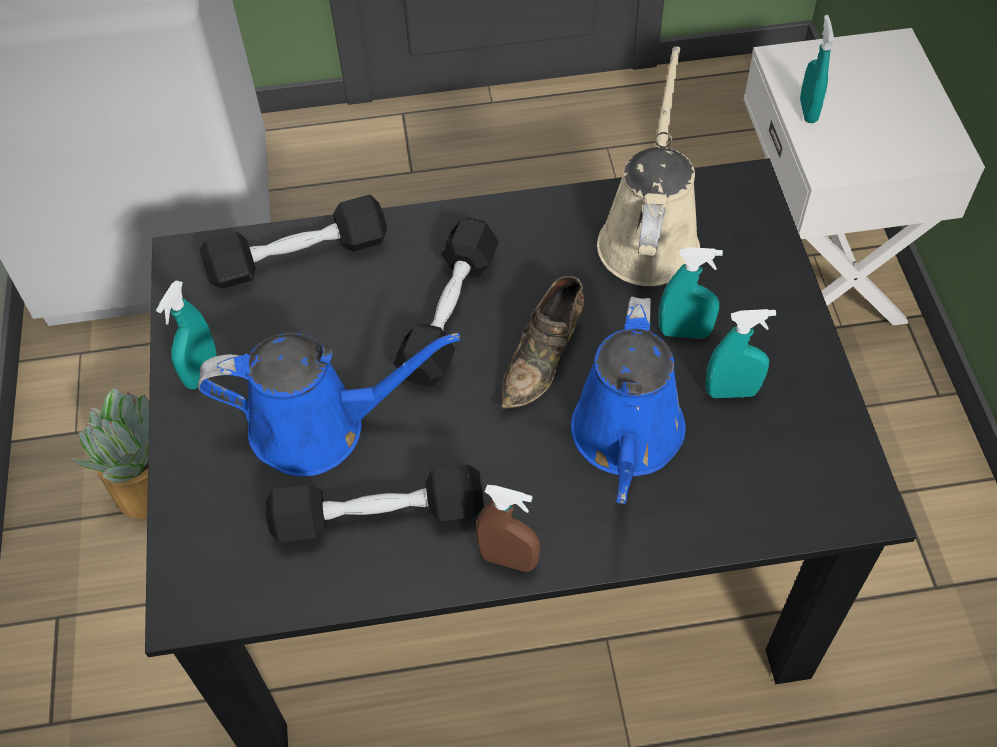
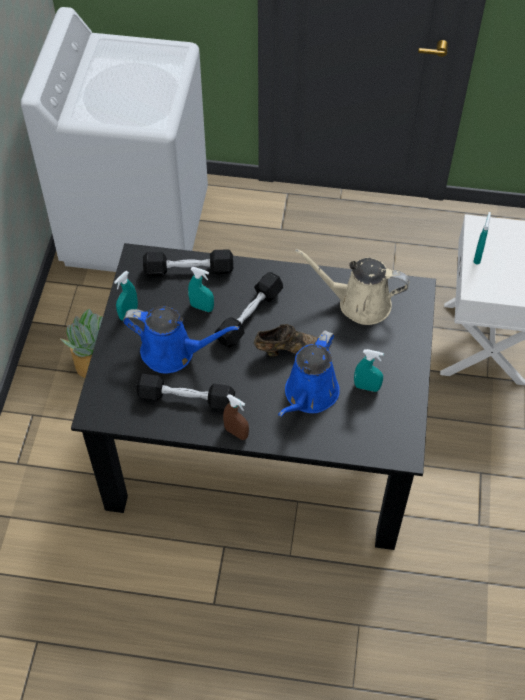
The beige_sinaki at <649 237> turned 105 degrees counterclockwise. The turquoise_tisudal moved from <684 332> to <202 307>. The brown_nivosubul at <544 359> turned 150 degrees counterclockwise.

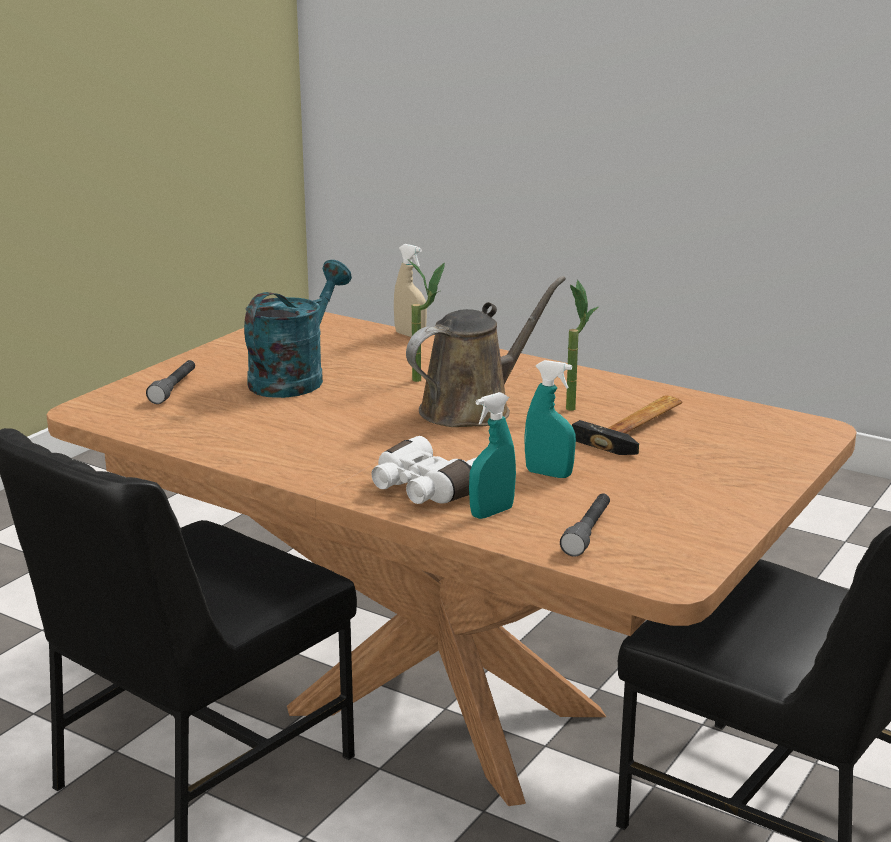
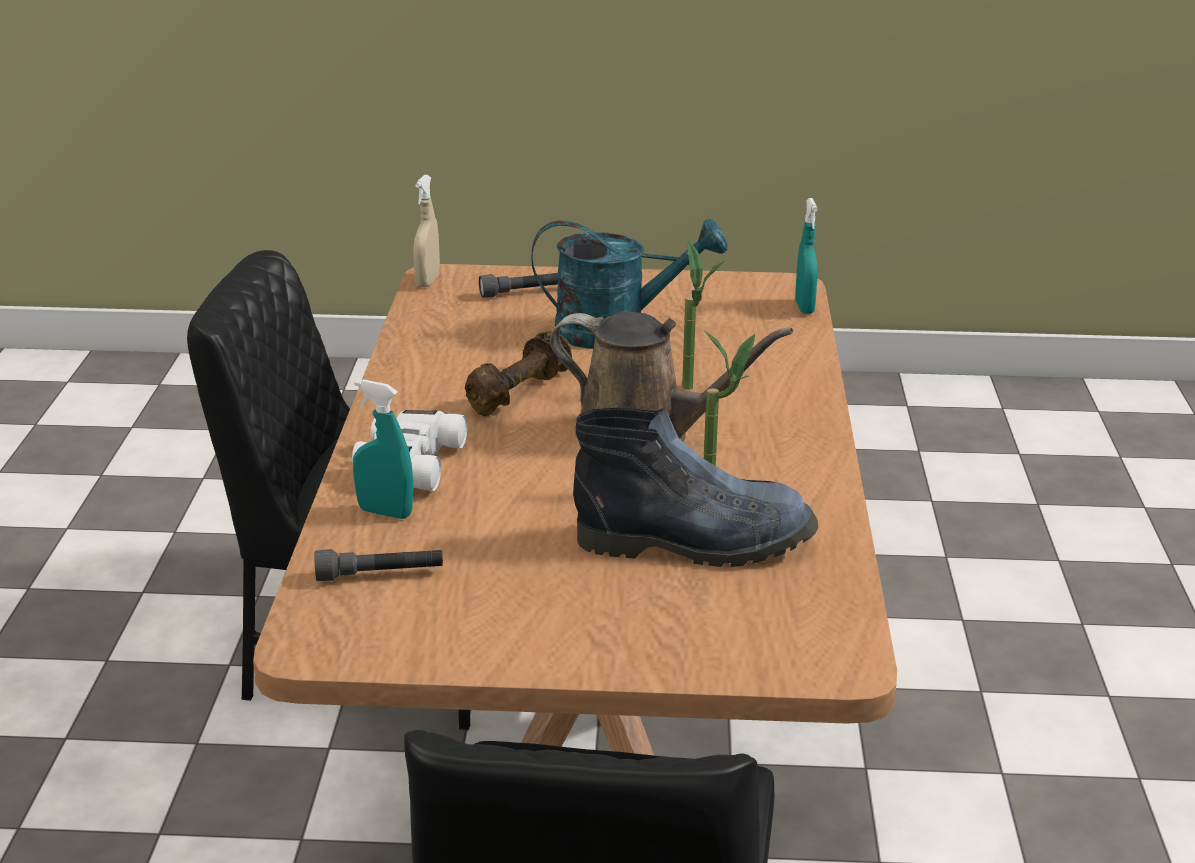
The beige_tisudal moved from <410 335> to <427 281>. The turquoise_tisudal moved from <548 474> to <804 307>. The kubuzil at <639 428> was replaced by the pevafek at <699 542>. The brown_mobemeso at <518 392> appeared.

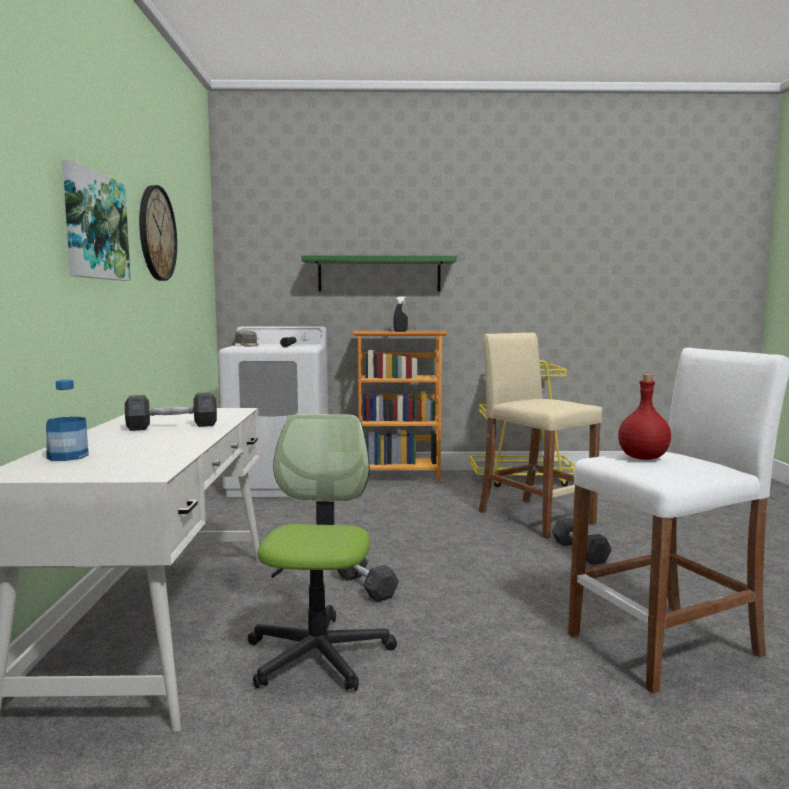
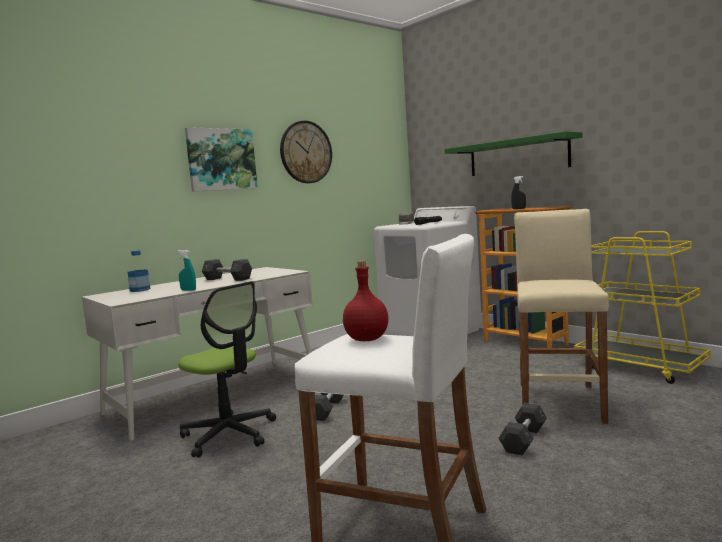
The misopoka at <318 655> turned 75 degrees clockwise. The turquoise_tisudal at <188 290> appeared.

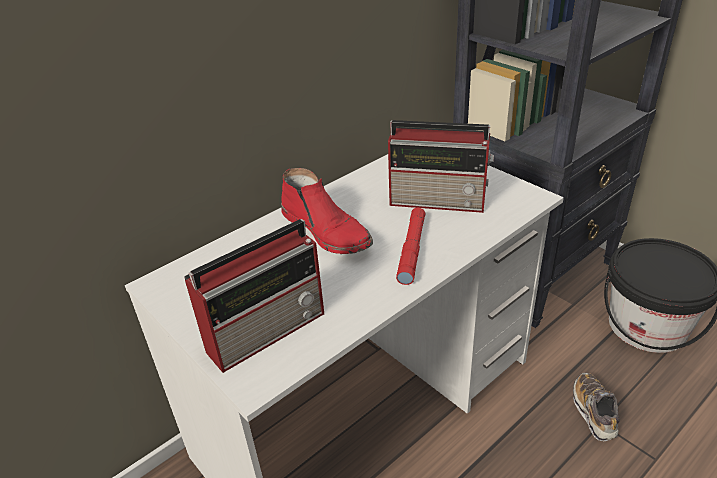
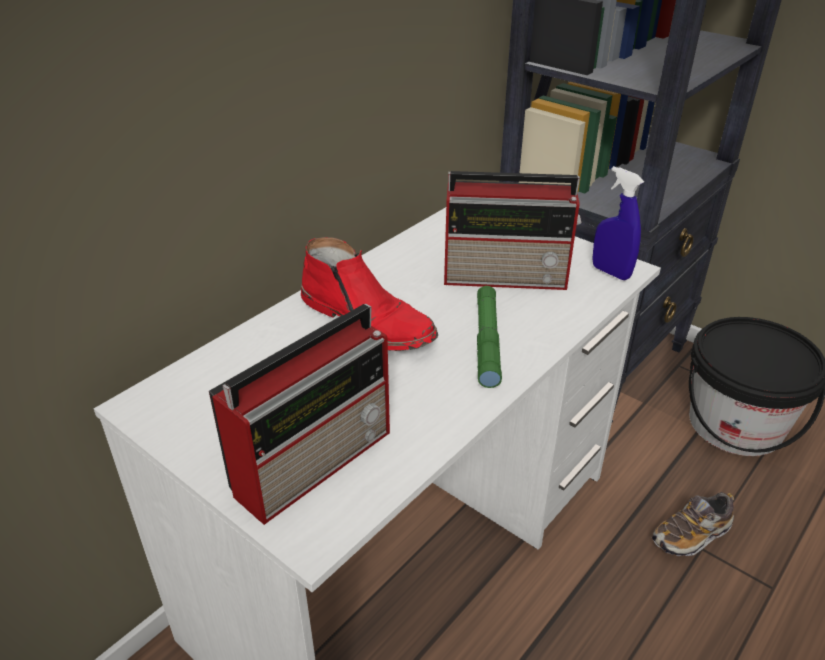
The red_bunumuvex at <412 250> became the green_bunumuvex at <487 341>. The nivosubul at <593 412> turned 105 degrees counterclockwise. The blue_tisudal at <610 272> appeared.

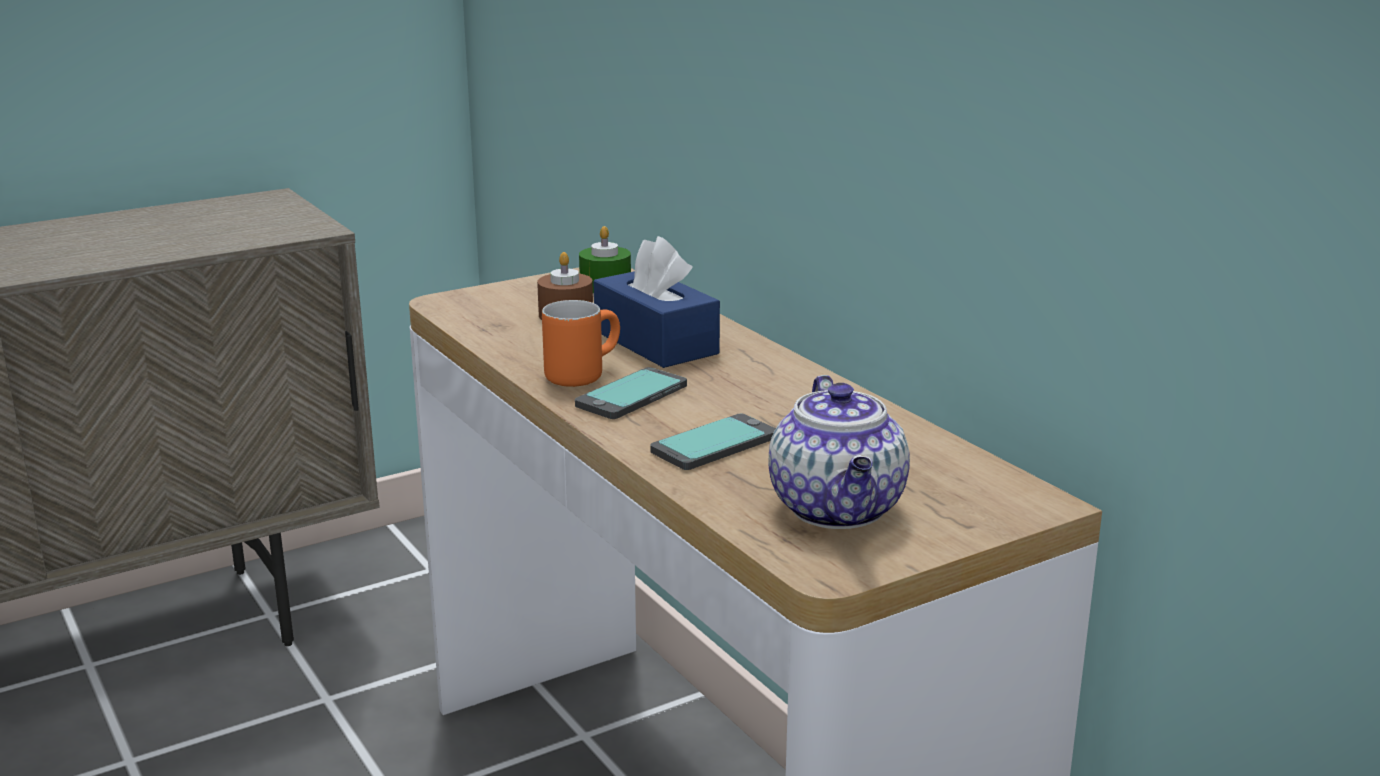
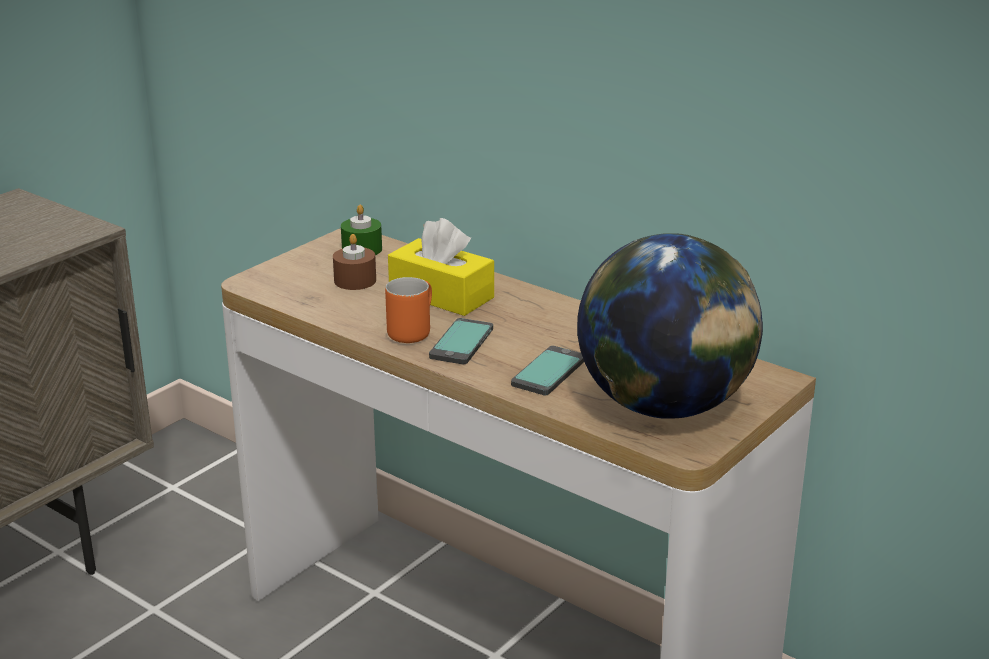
The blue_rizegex at <655 342> became the yellow_rizegex at <441 295>. The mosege at <839 510> was replaced by the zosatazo at <664 407>.

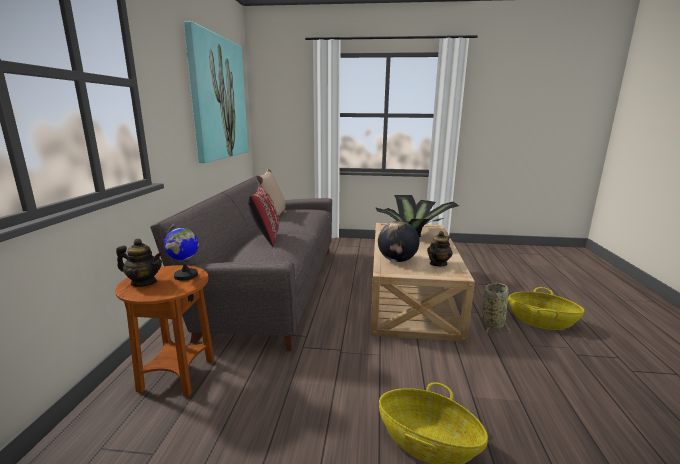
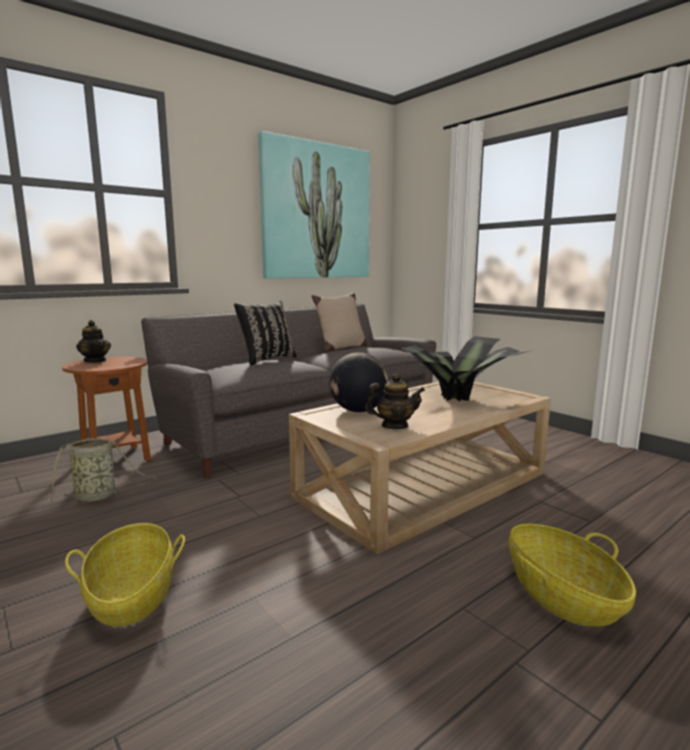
The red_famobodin at <265 238> became the black_famobodin at <266 359>. The zosatazo at <186 276> disappeared. The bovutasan moved from <492 323> to <99 496>.

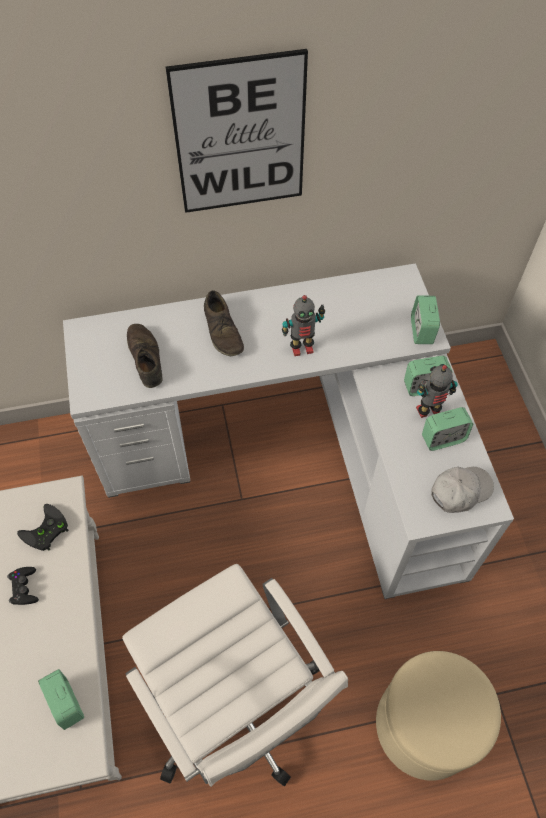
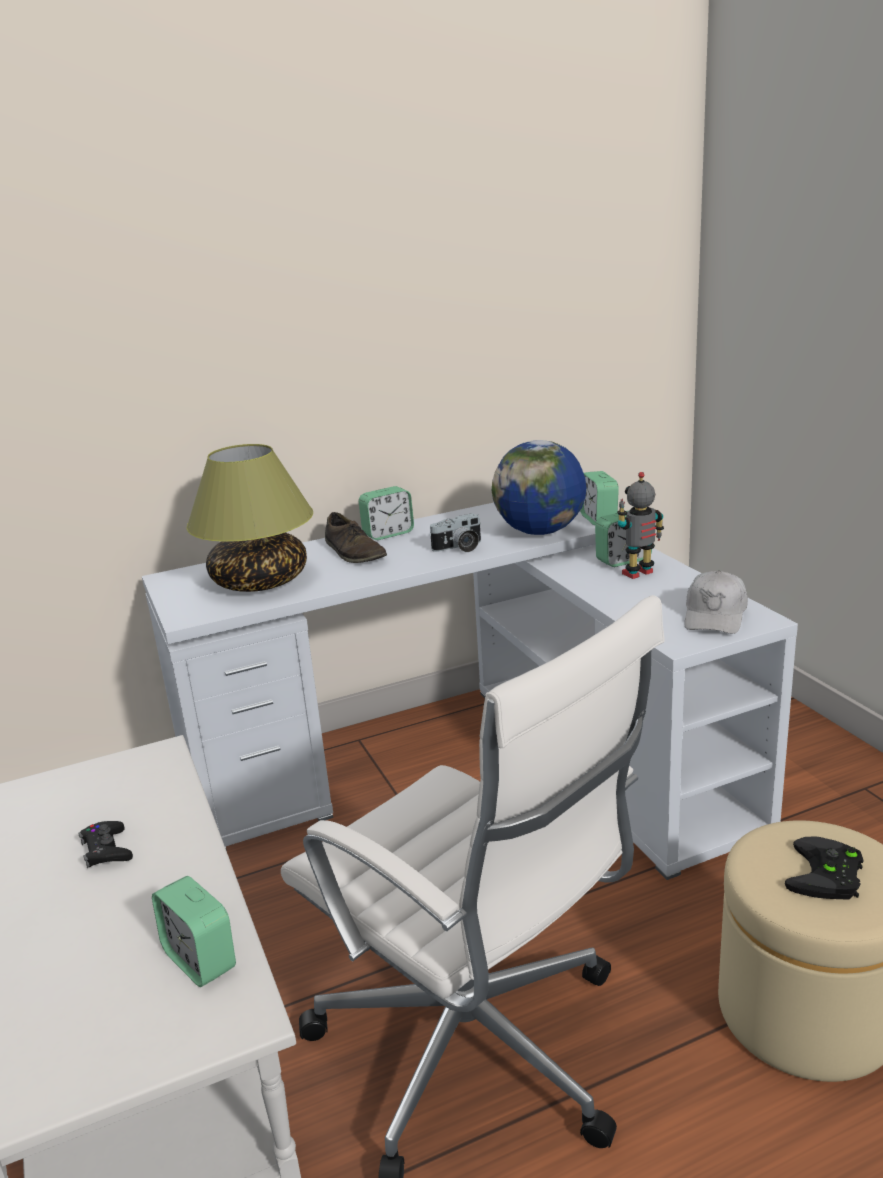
The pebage at <240 136> disappeared. The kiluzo at <301 348> was replaced by the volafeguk at <459 548>. The brown_nivosubul at <145 358> was replaced by the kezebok at <260 582>. The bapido moved from <443 438> to <388 534>. The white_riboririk at <460 491> turned 150 degrees clockwise. The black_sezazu moved from <45 532> to <827 876>. The zosatazo at <540 532> appeared.

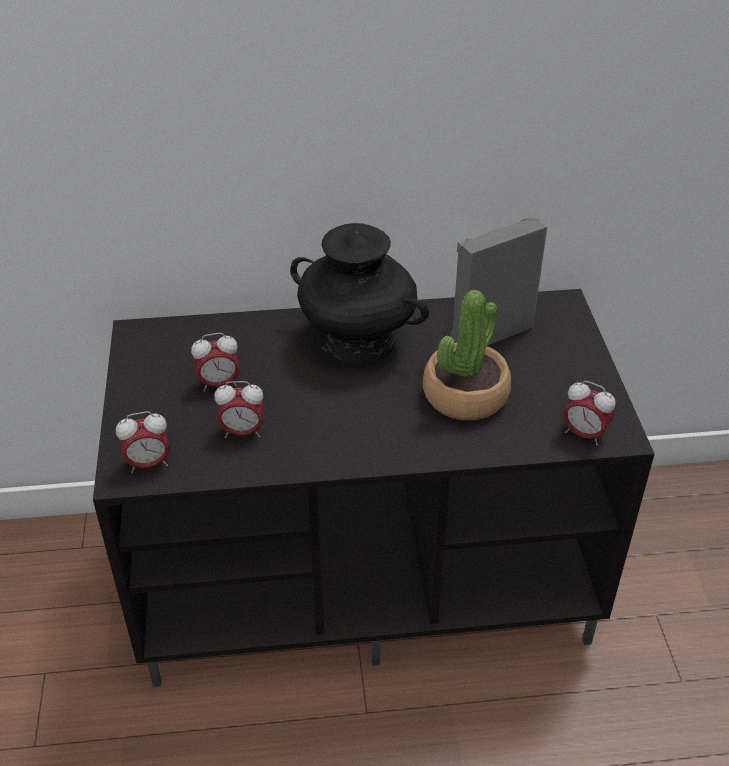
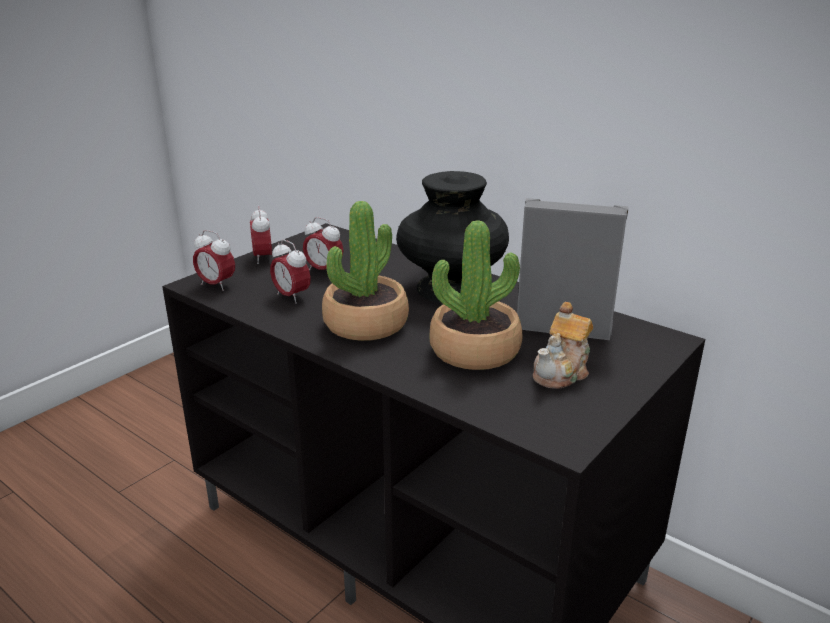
The bapido moved from <583 434> to <263 258>. The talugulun at <365 324> appeared. The mosege at <562 372> appeared.

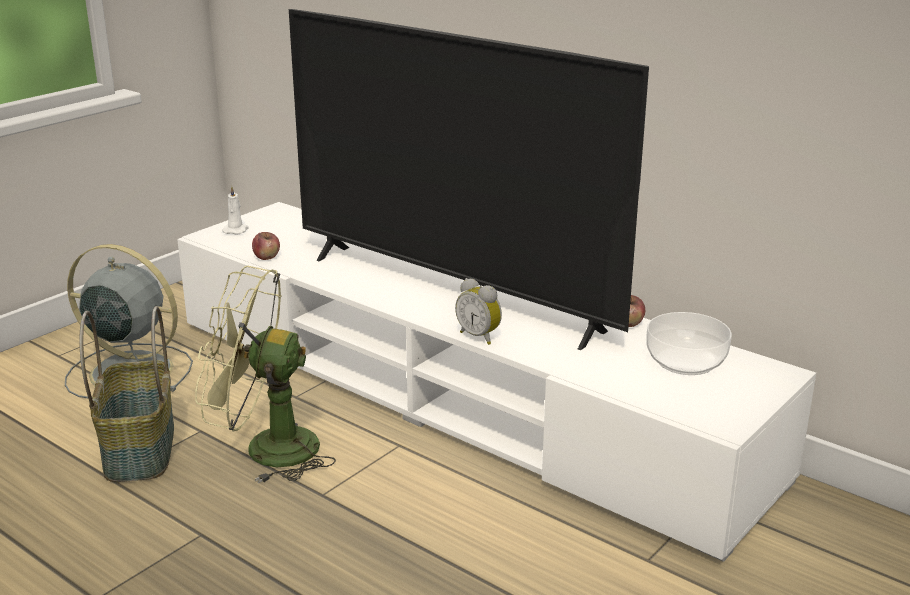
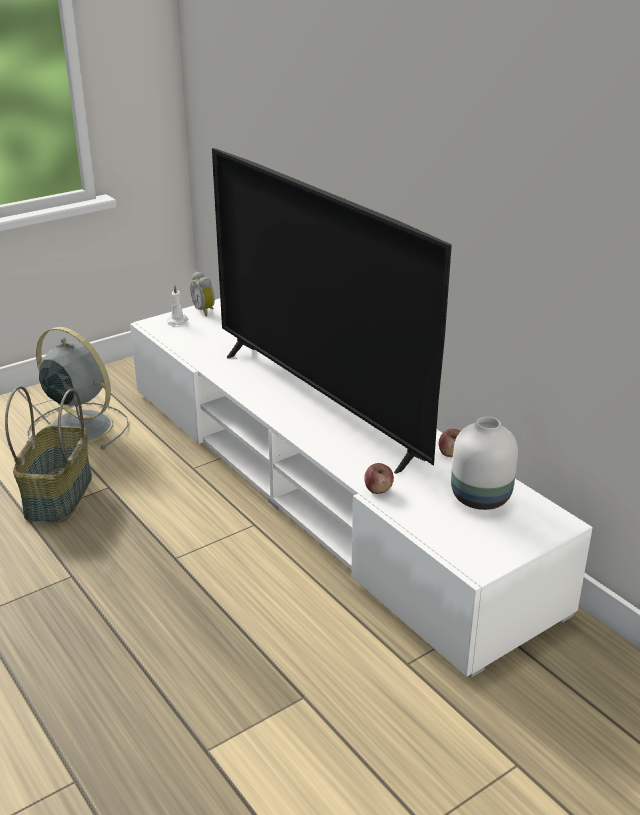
The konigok moved from <267 257> to <378 489>. The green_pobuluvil at <266 449> disappeared. The bapido moved from <480 336> to <205 310>. The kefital at <686 361> was replaced by the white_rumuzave at <481 498>.

